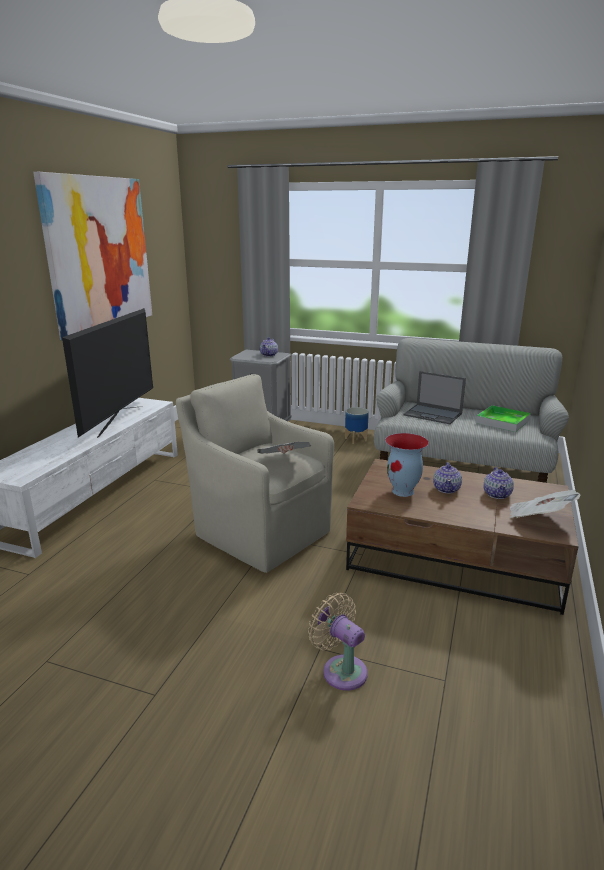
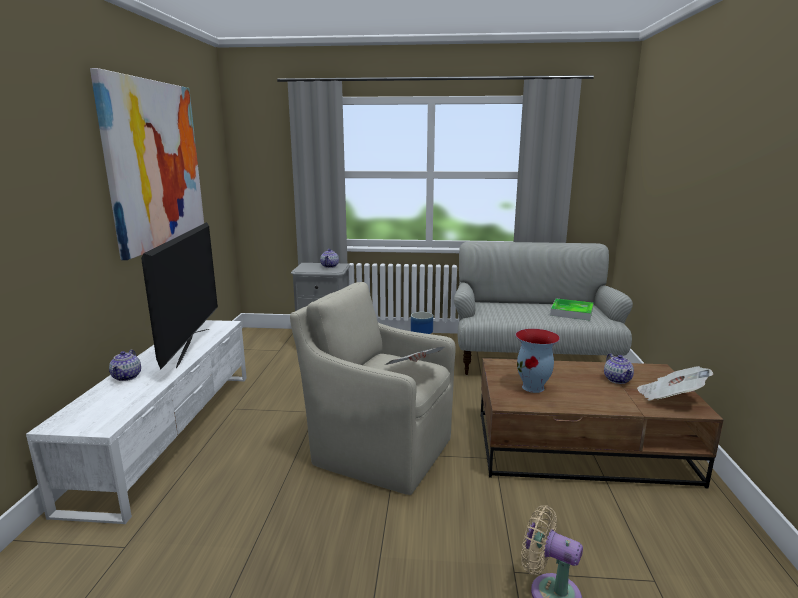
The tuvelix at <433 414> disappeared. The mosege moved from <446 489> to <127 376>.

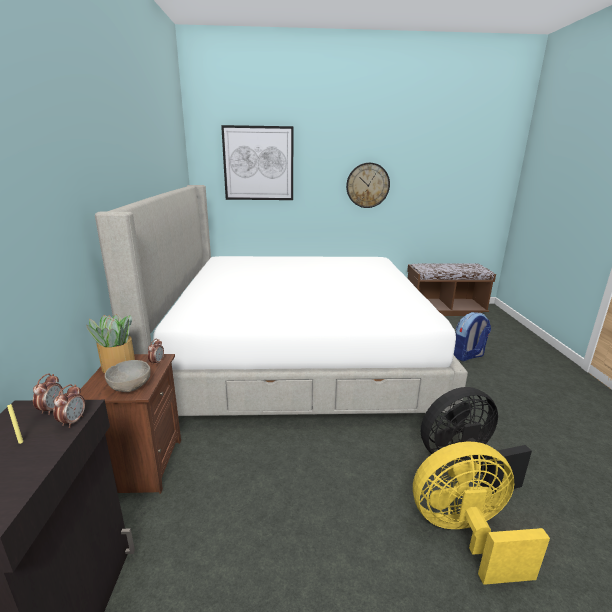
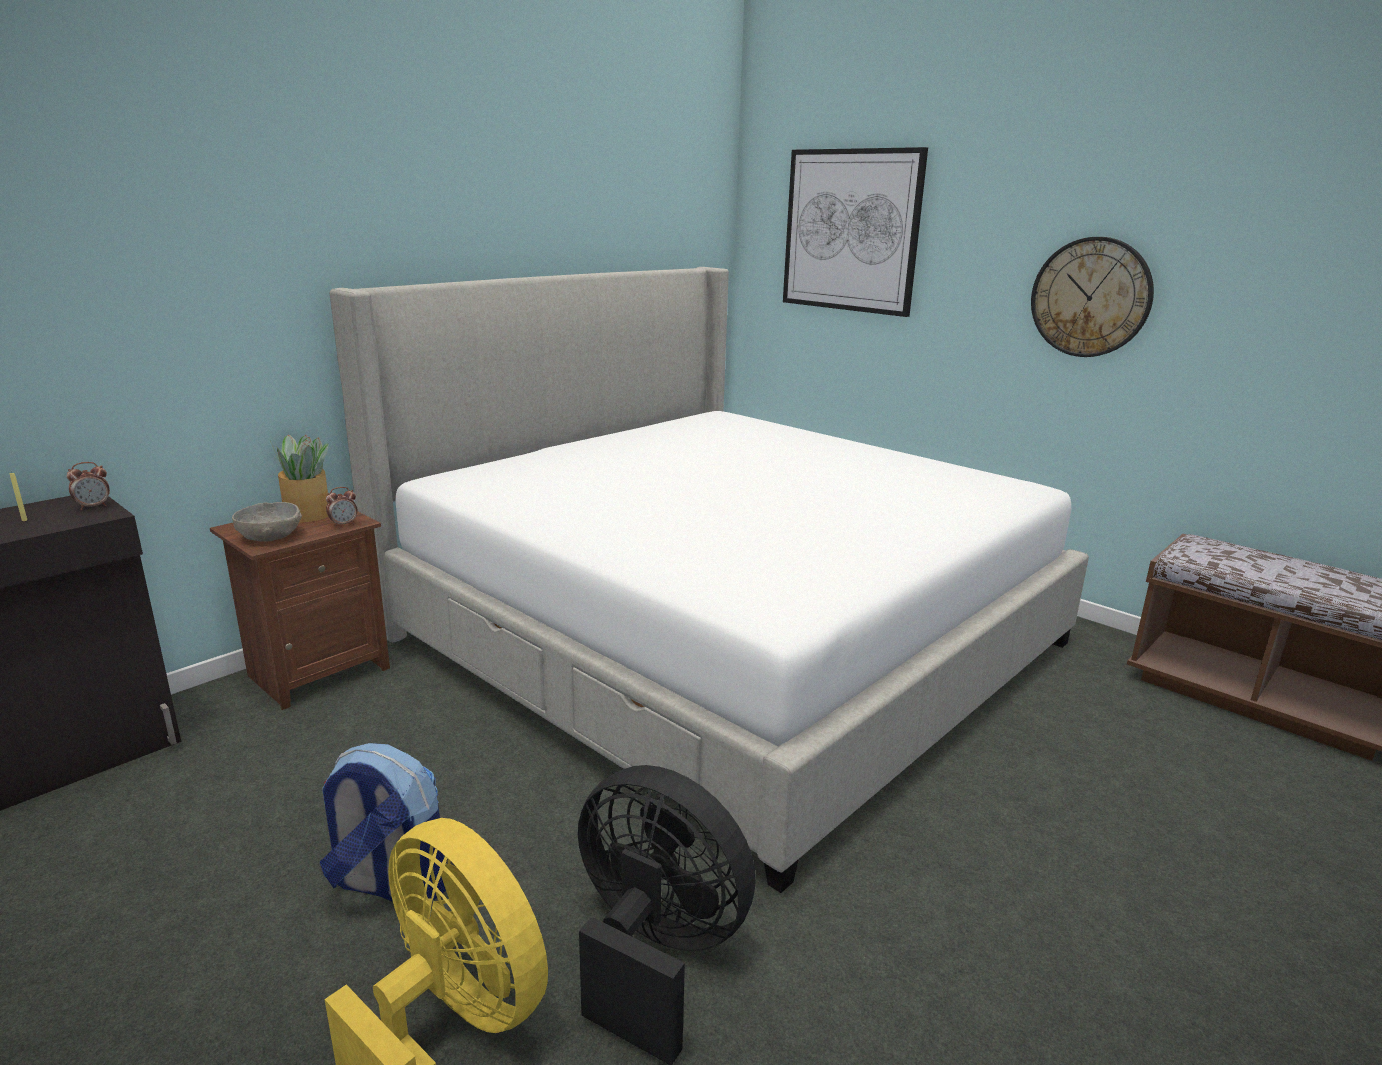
The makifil moved from <467 356> to <389 885>. The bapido at <73 421> disappeared.

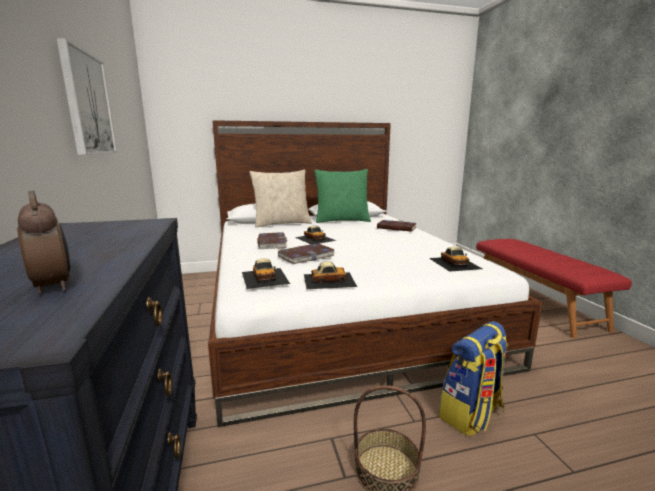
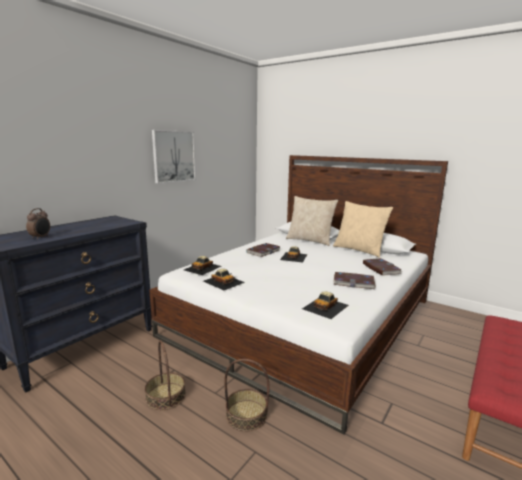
The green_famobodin at <342 220> became the beige_famobodin at <359 250>. The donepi moved from <306 256> to <354 282>. The makifil at <471 414> was replaced by the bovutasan at <246 415>.

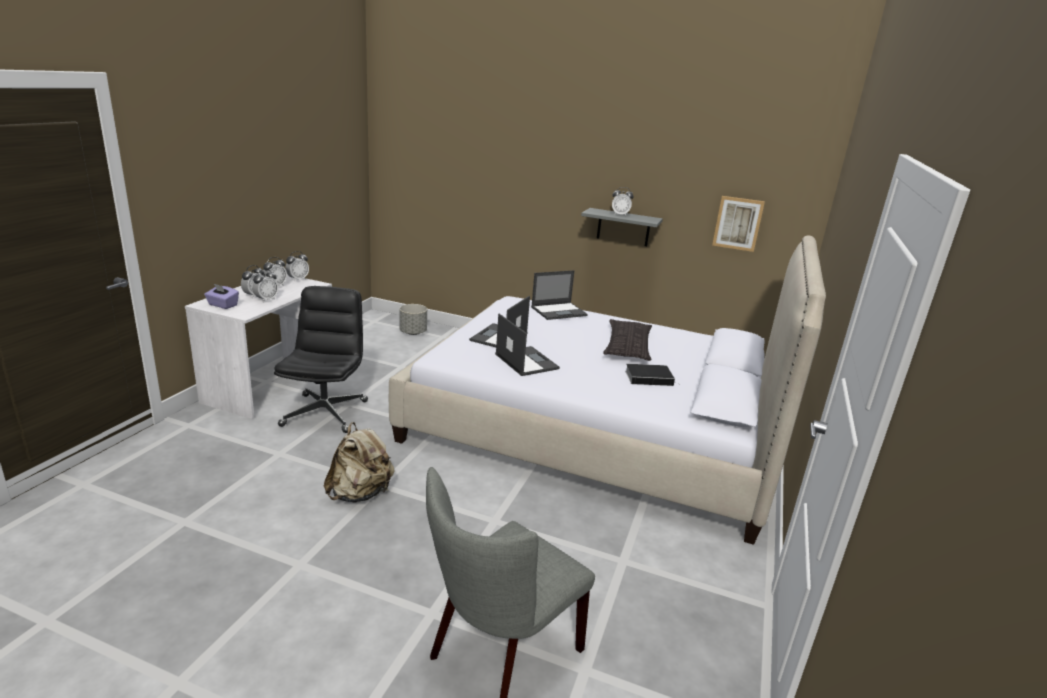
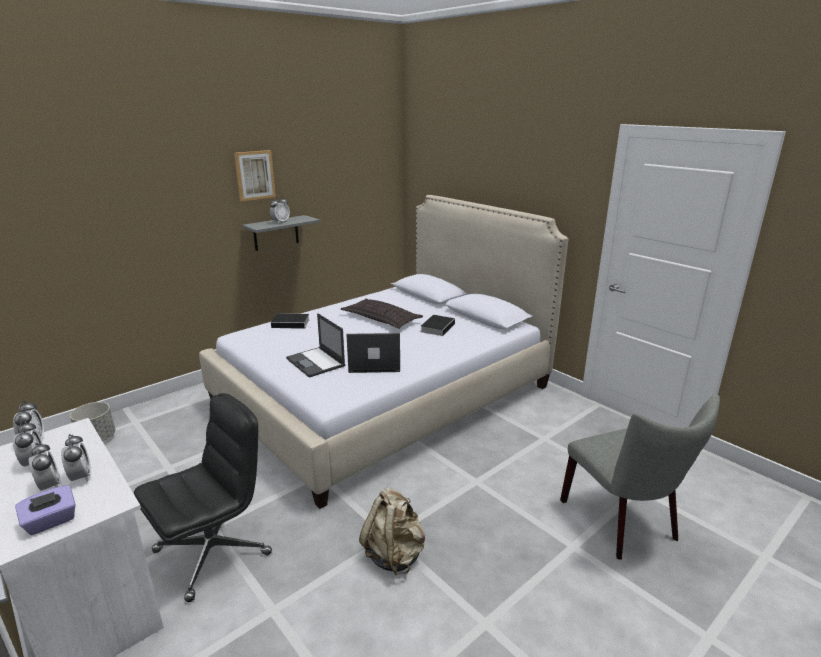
The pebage moved from <738 223> to <254 175>. The tuvelix at <559 311> was replaced by the donepi at <292 323>. The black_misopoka at <325 413> turned 105 degrees clockwise.

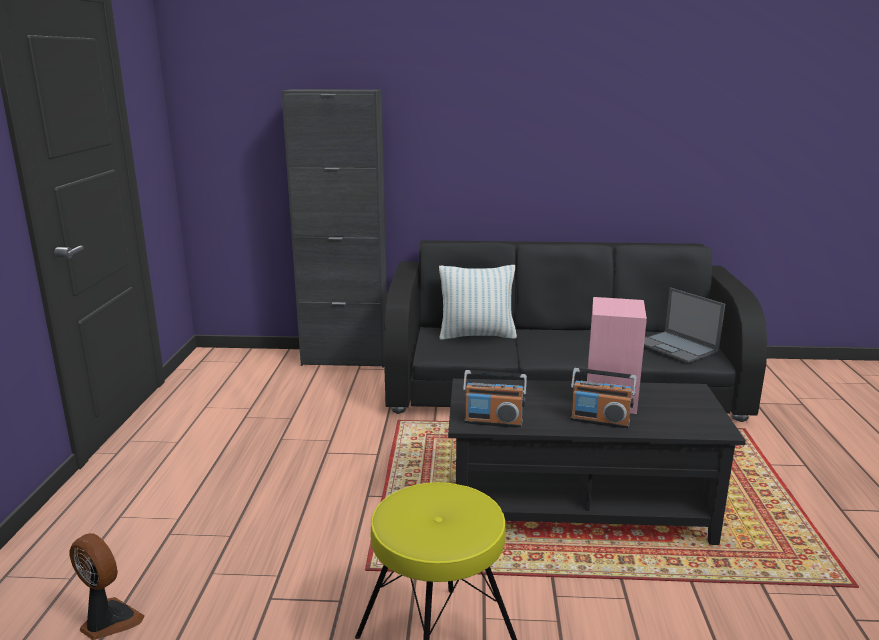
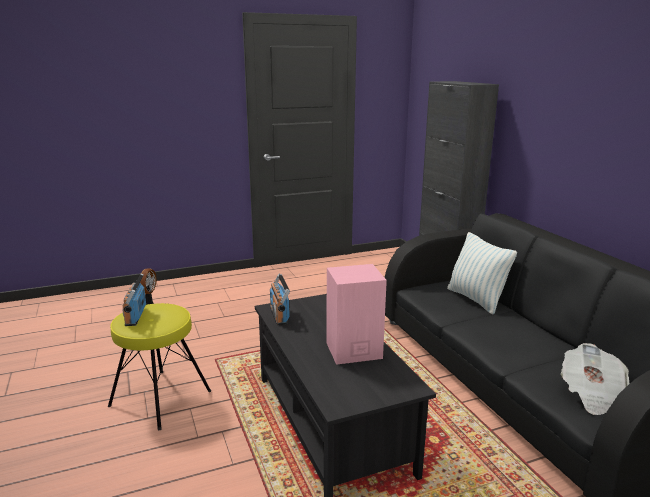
The tuvelix at <677 347> was replaced by the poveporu at <592 395>. The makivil moved from <600 421> to <135 316>.

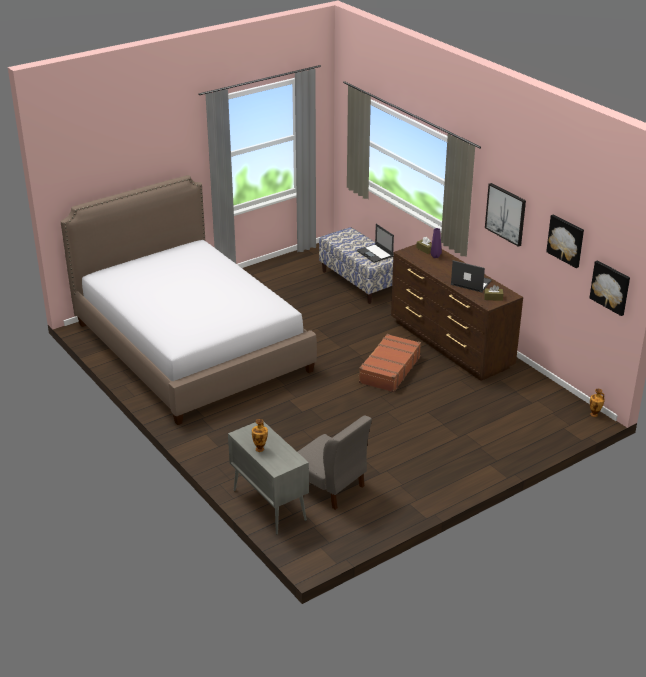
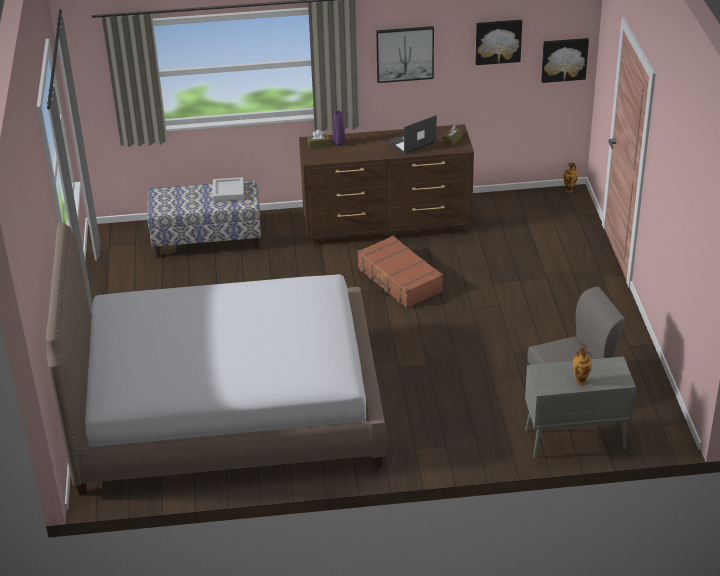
The tuvelix at <375 254> was replaced by the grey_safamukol at <228 192>.

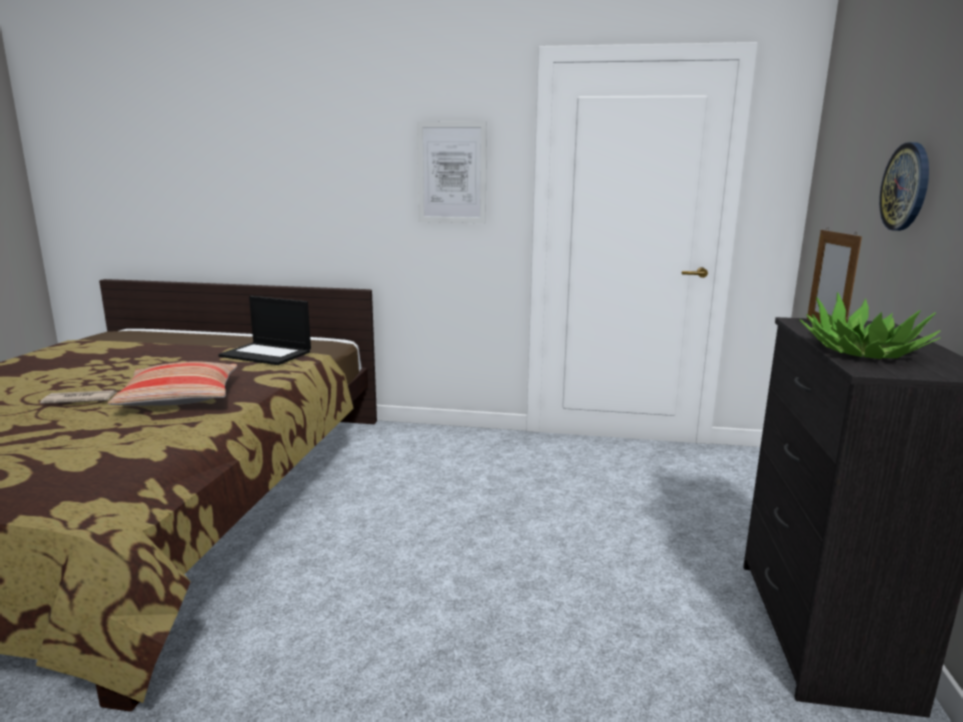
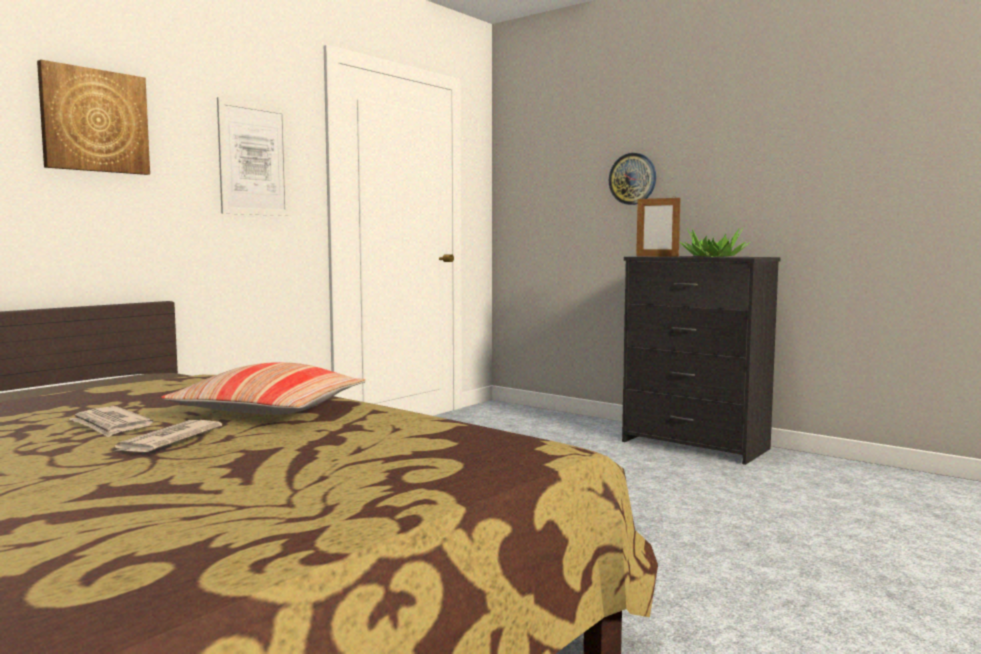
The tuvelix at <267 354> disappeared. The pebage at <94 121> appeared. The poveporu at <110 425> appeared.

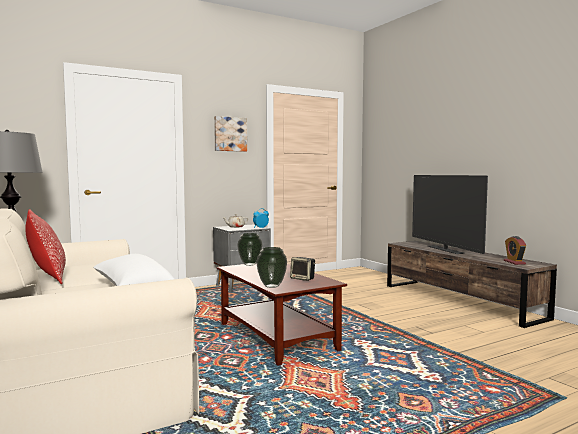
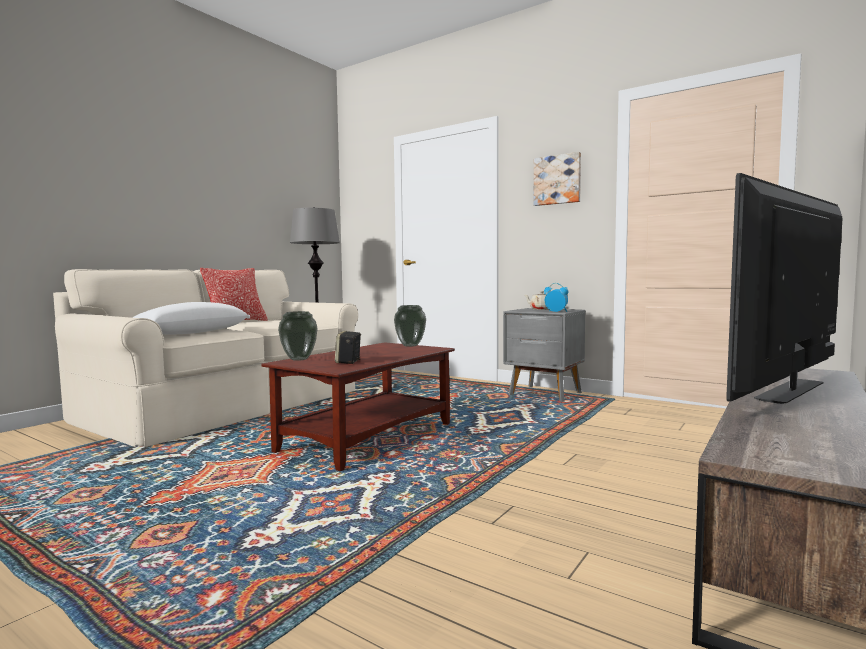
The bapido at <514 262> disappeared.

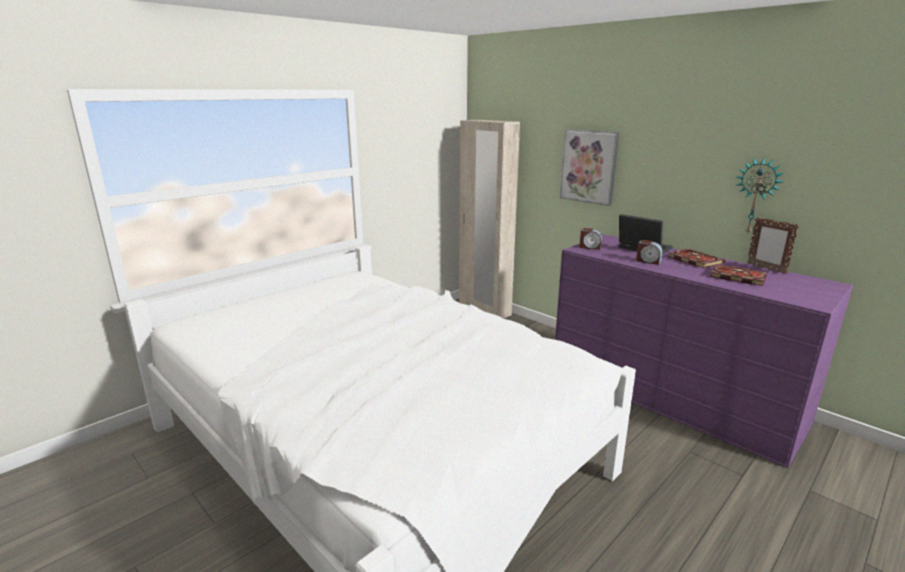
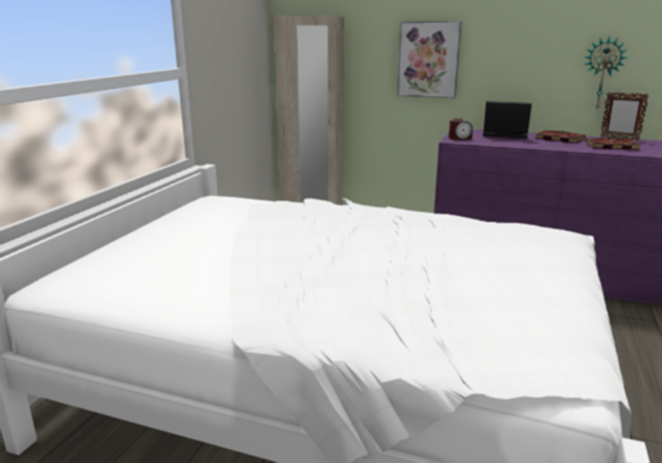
The bapido at <648 261> disappeared.

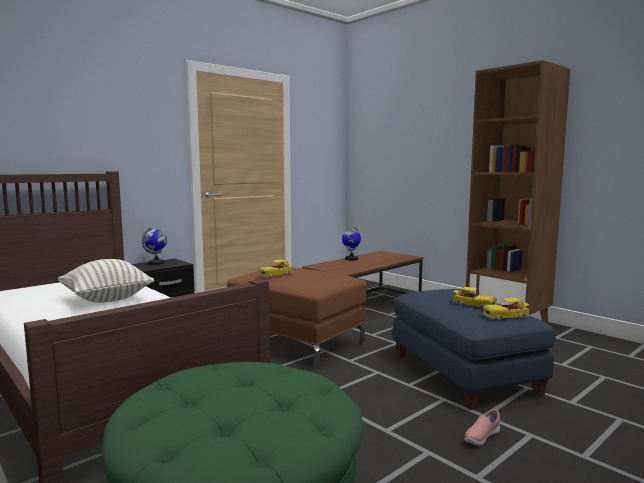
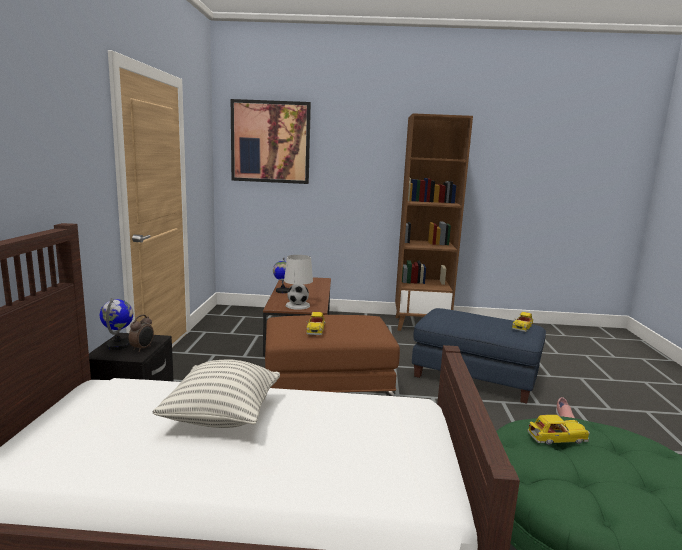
The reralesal moved from <473 305> to <556 438>. The pebage at <270 142> appeared. The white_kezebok at <298 305> appeared. The bapido at <142 348> appeared.

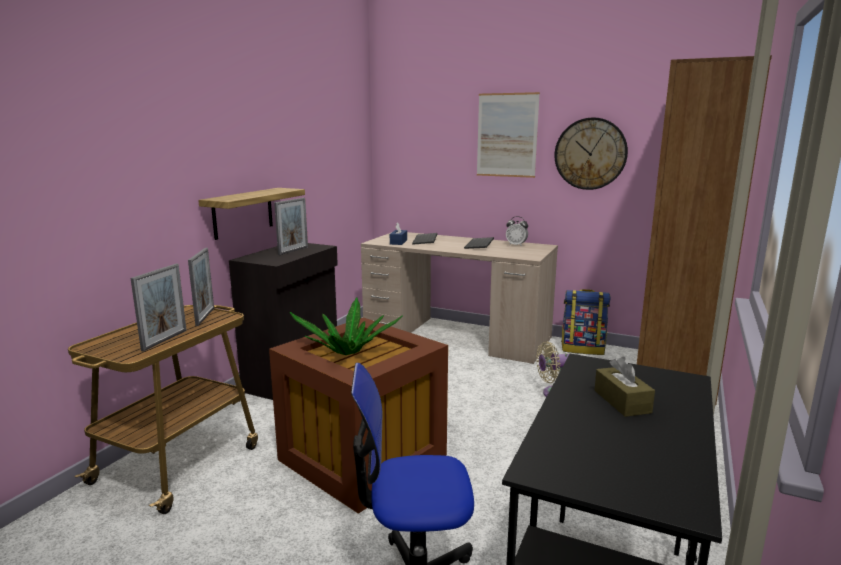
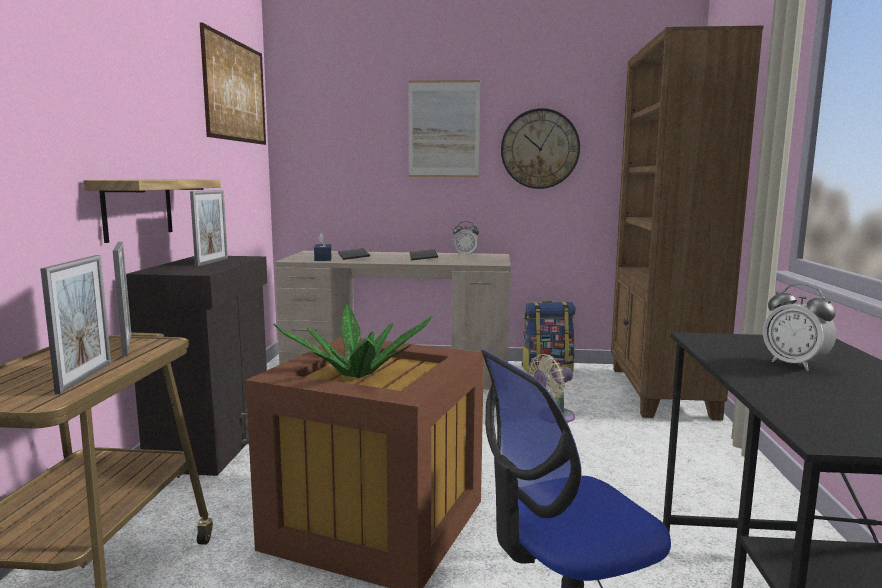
The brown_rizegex at <622 401> was replaced by the bapido at <794 364>. The pebage at <235 91> appeared.

